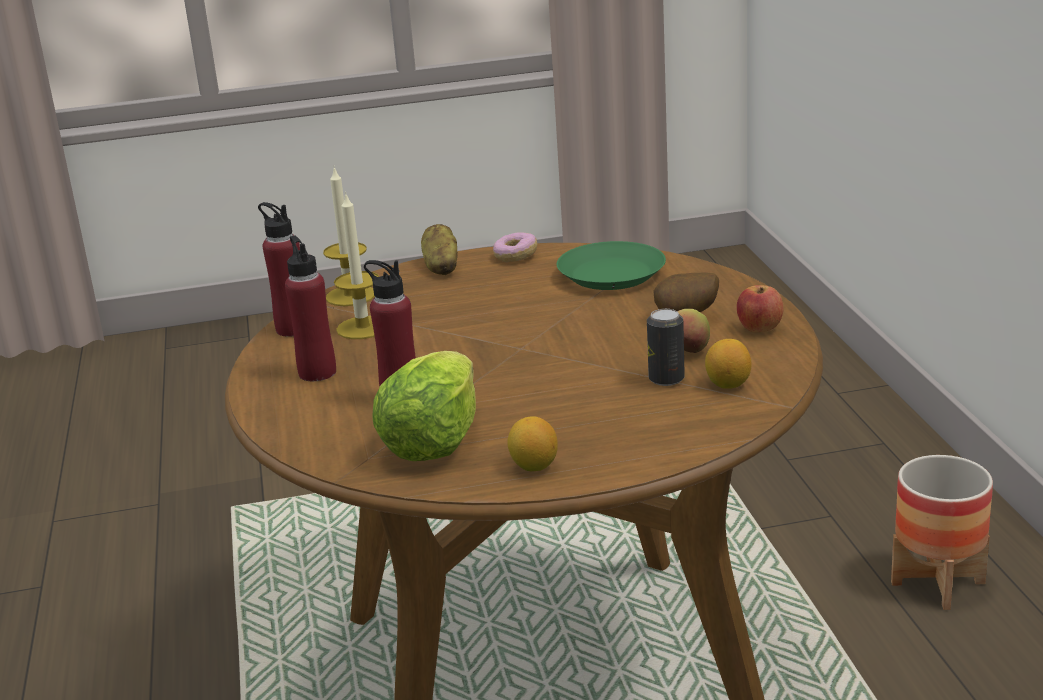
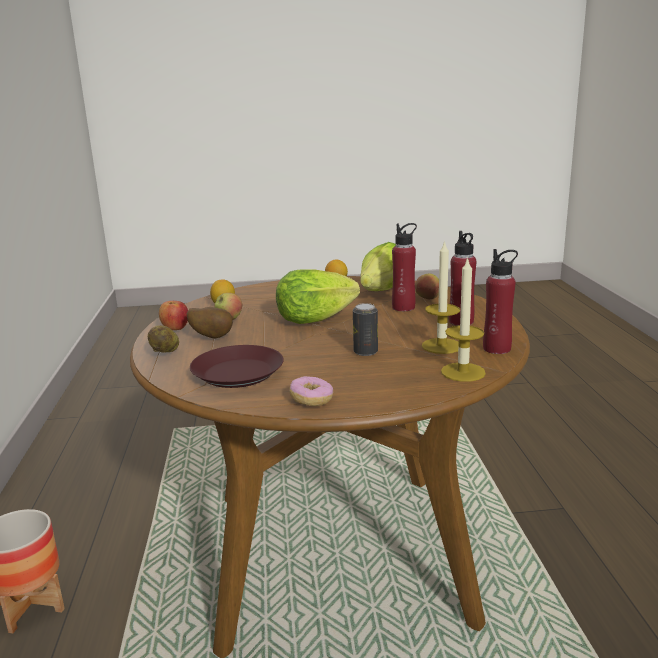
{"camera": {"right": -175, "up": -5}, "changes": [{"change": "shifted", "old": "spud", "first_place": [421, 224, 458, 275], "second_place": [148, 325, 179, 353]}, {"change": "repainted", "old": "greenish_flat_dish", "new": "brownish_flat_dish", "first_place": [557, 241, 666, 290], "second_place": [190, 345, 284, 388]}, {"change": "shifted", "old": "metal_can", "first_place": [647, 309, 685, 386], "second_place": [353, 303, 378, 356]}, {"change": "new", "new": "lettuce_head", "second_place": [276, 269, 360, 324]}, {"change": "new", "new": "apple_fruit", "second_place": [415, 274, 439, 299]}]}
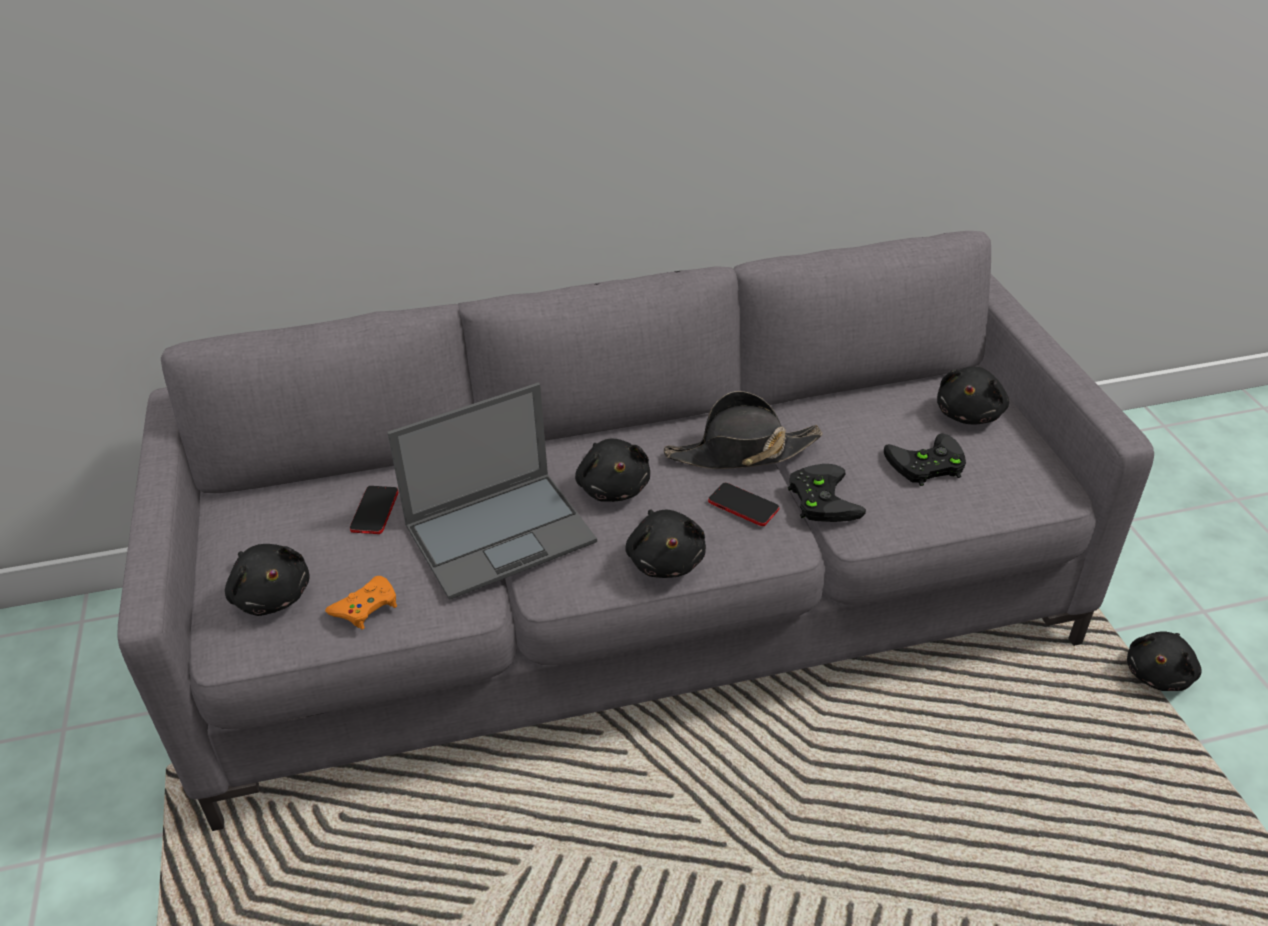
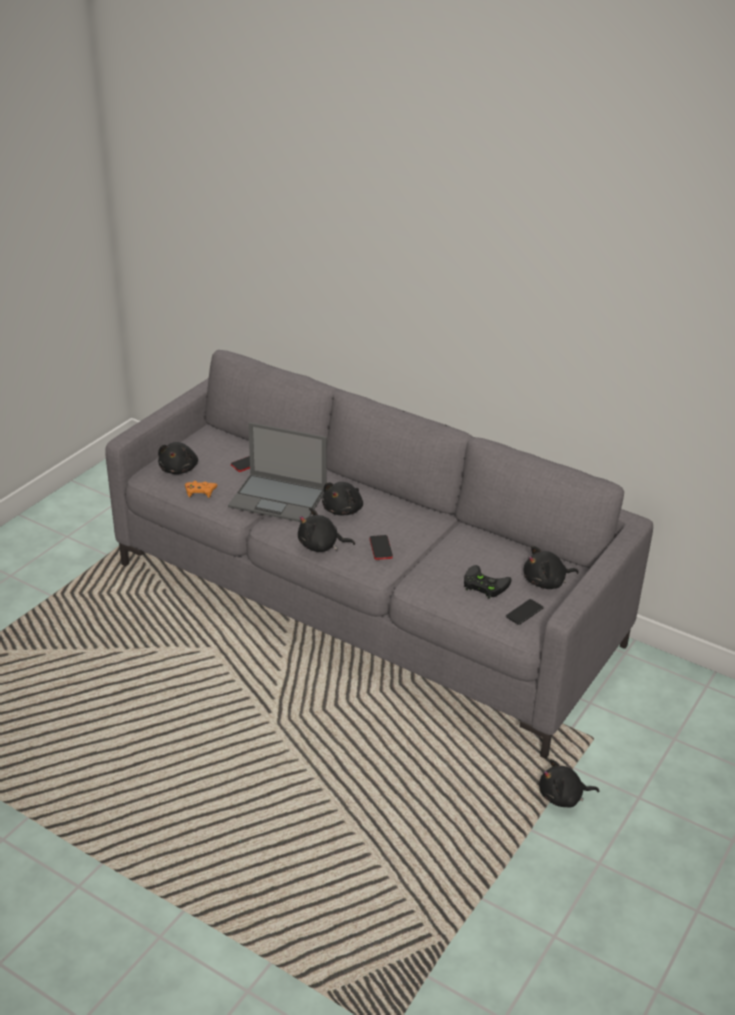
{"camera": {"right": 45, "up": -5}, "changes": [{"change": "rotated", "old": "blackish_soft_toy", "first_place": [625, 509, 706, 578], "second_place": [298, 508, 355, 552], "degrees": 60}, {"change": "gone", "old": "blackish_wearable_hat", "first_place": [664, 391, 823, 469]}, {"change": "gone", "old": "blackish_game_controller", "first_place": [788, 464, 866, 522]}, {"change": "new", "new": "handset", "second_place": [506, 599, 544, 625]}]}
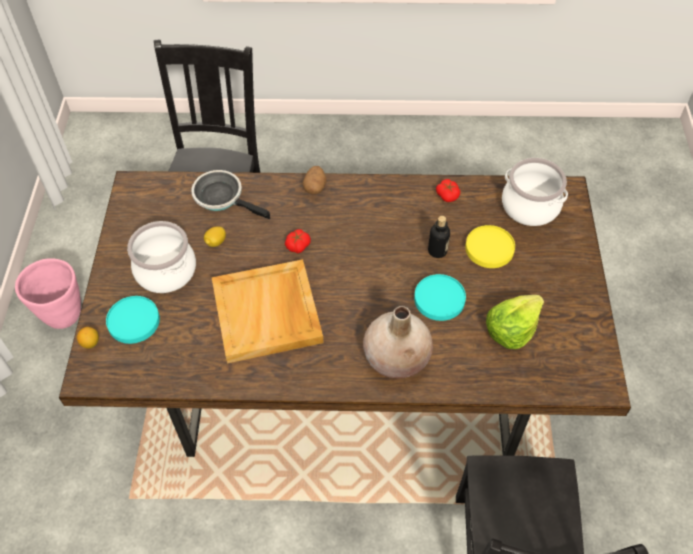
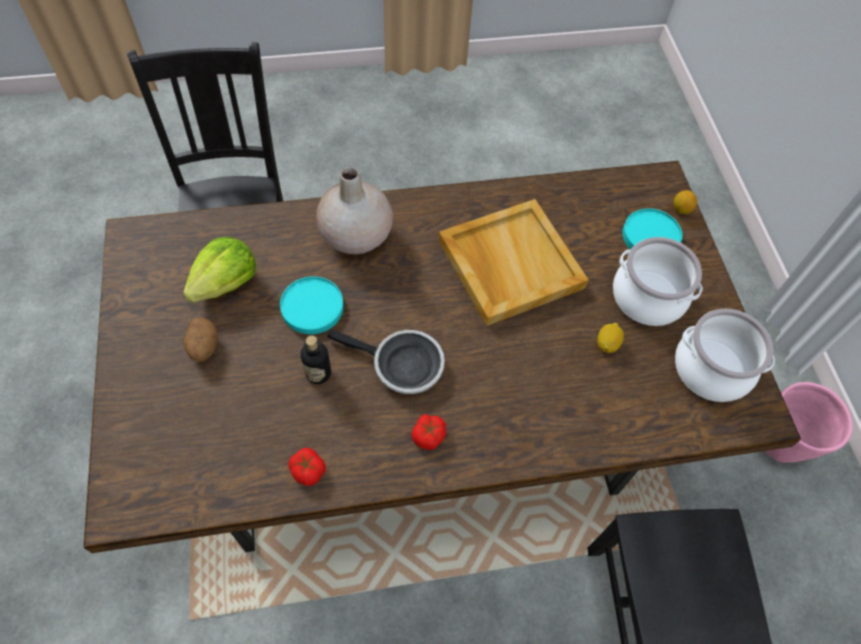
{"camera": {"right": 165, "up": 5}, "changes": [{"change": "shifted", "old": "skillet", "first_place": [191, 170, 270, 219], "second_place": [327, 330, 445, 394]}, {"change": "shifted", "old": "whole_tomato", "first_place": [285, 229, 311, 253], "second_place": [411, 414, 446, 450]}, {"change": "shifted", "old": "spud", "first_place": [303, 166, 327, 194], "second_place": [183, 317, 218, 362]}, {"change": "gone", "old": "yellow-coloured_flat_dish", "first_place": [465, 225, 515, 268]}, {"change": "shifted", "old": "saucepot", "first_place": [502, 158, 568, 226], "second_place": [675, 309, 775, 402]}]}
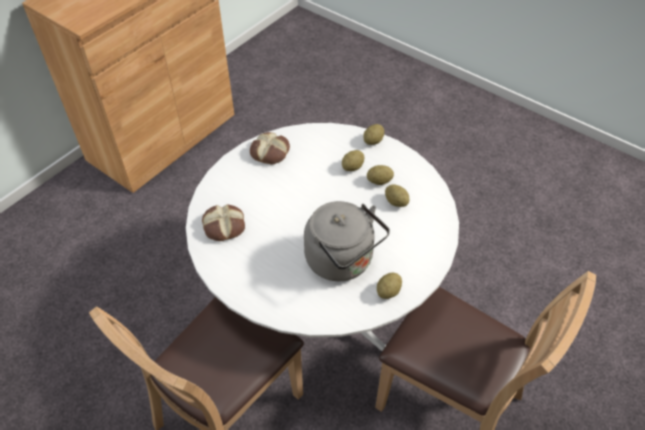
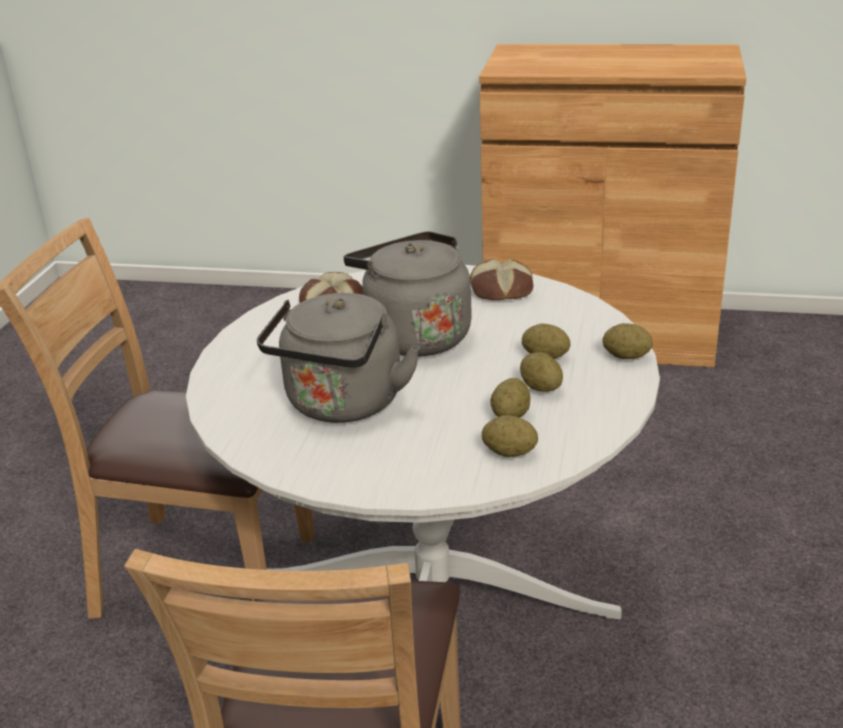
{"camera": {"right": 65, "up": -20}, "changes": [{"change": "shifted", "old": "spud", "first_place": [377, 273, 402, 299], "second_place": [482, 415, 538, 457]}, {"change": "new", "new": "grey_kettle", "second_place": [344, 231, 472, 357]}]}
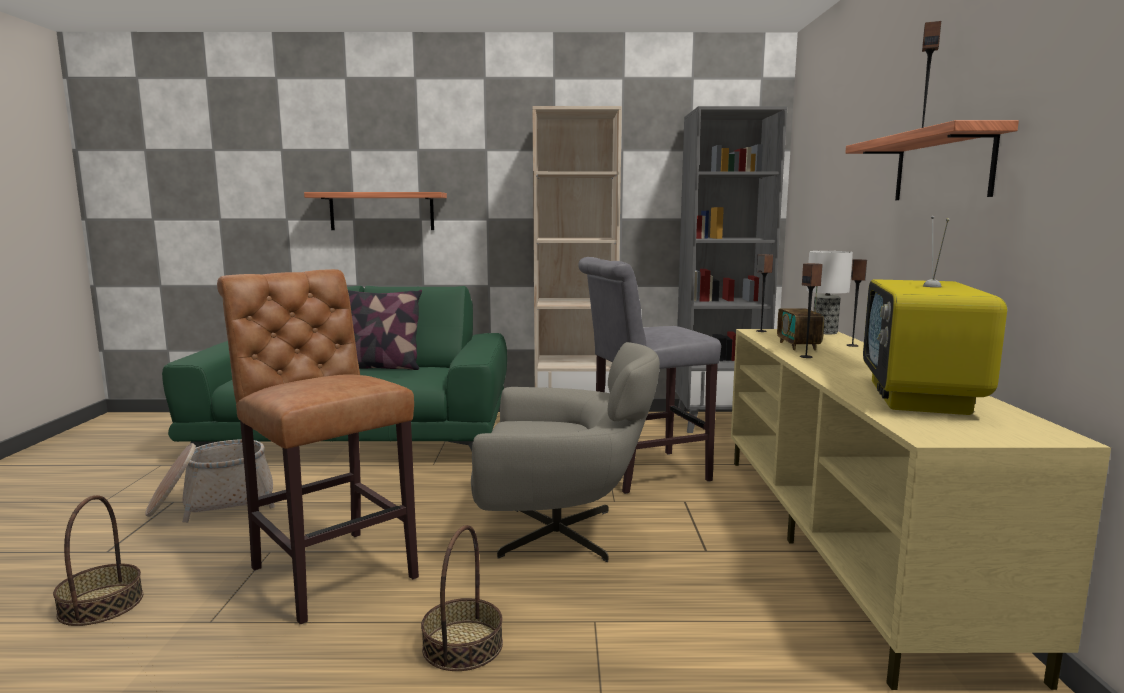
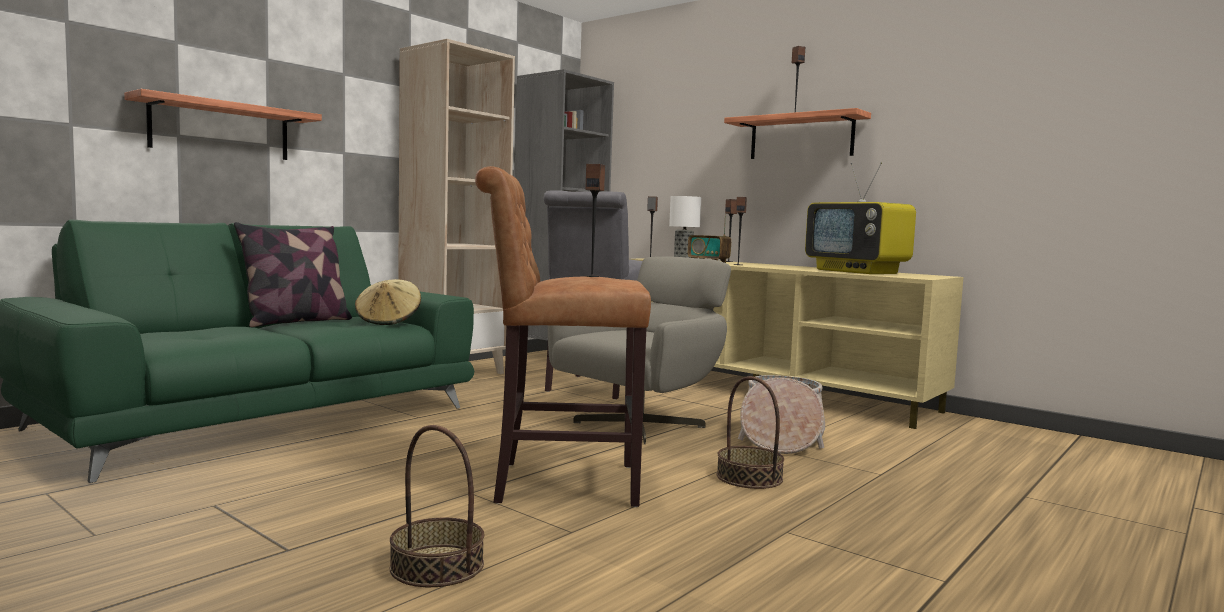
{"camera": {"right": -50, "up": -5}, "changes": [{"change": "shifted", "old": "storage_basket", "first_place": [145, 439, 275, 523], "second_place": [738, 375, 825, 454]}, {"change": "new", "new": "beige_wearable_hat", "second_place": [355, 279, 421, 325]}, {"change": "new", "new": "audio_speaker", "second_place": [585, 164, 605, 277]}]}
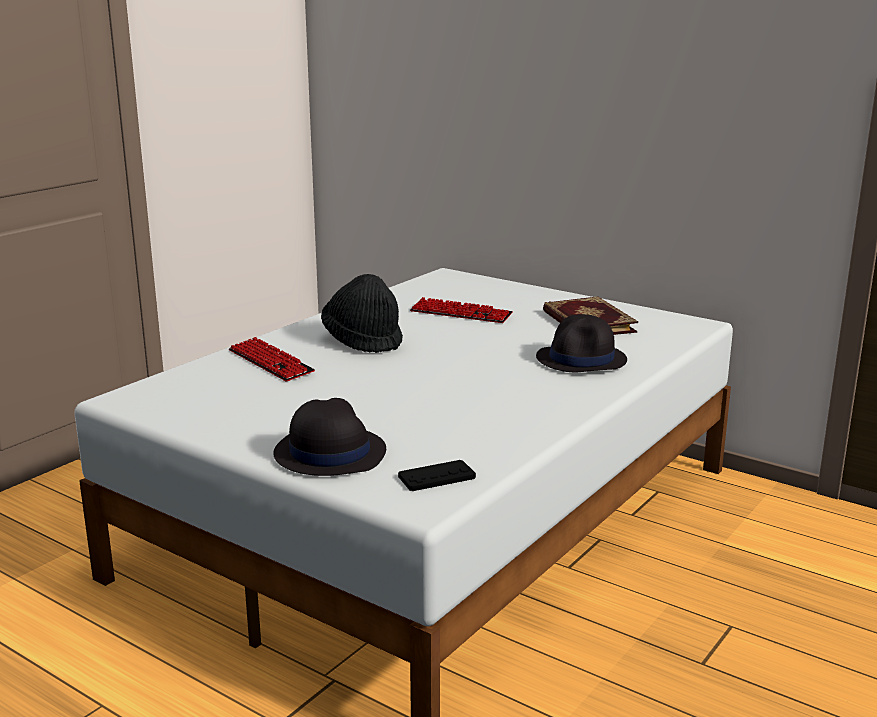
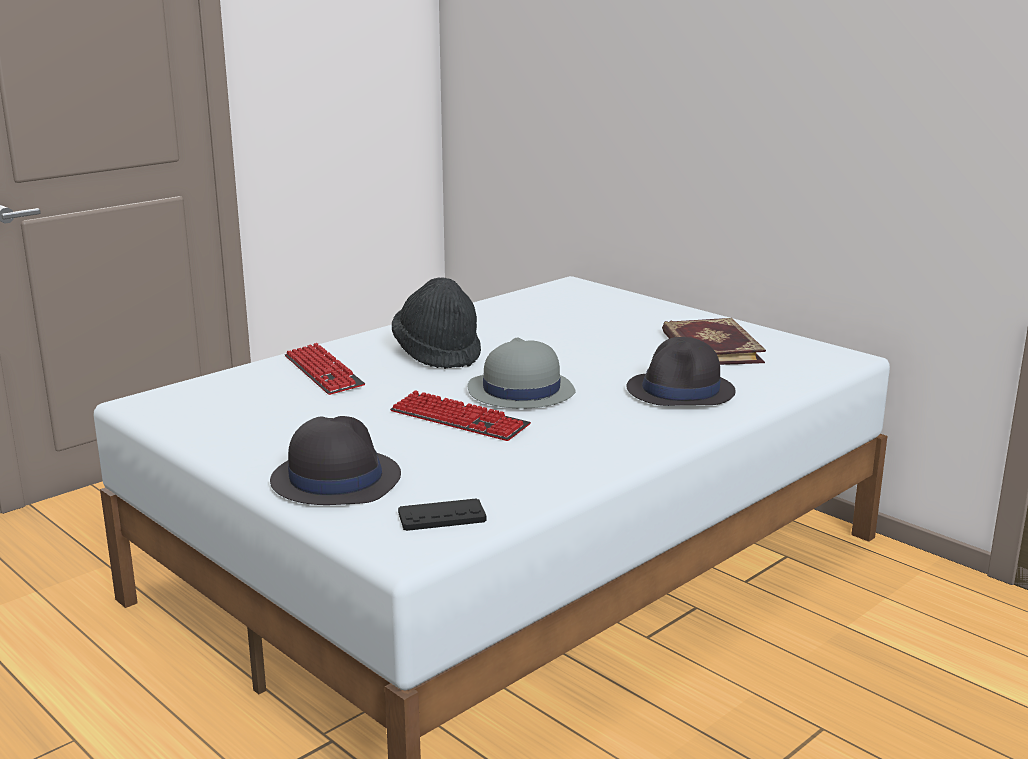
{"camera": {"right": 10, "up": 0}, "changes": [{"change": "shifted", "old": "keyboard", "first_place": [410, 297, 513, 323], "second_place": [390, 390, 531, 441]}, {"change": "new", "new": "grey_wearable_hat", "second_place": [468, 338, 576, 408]}]}
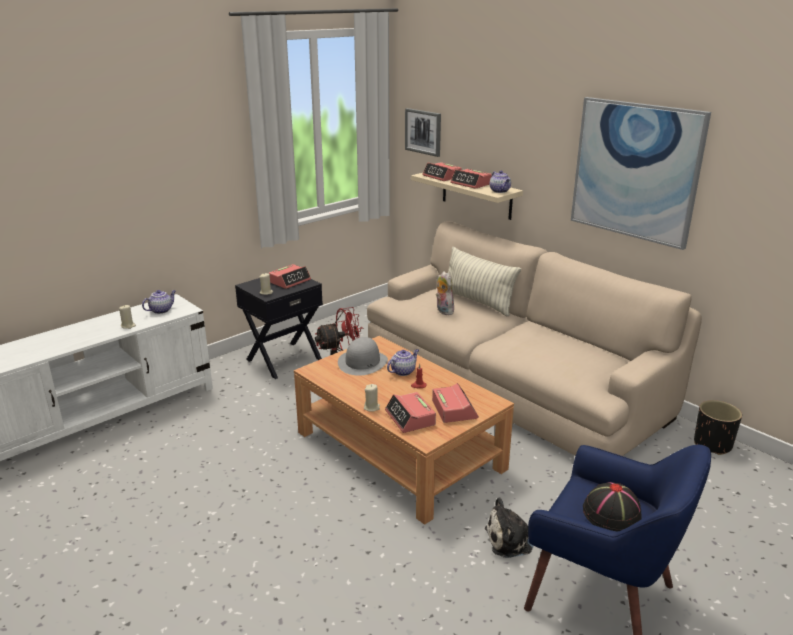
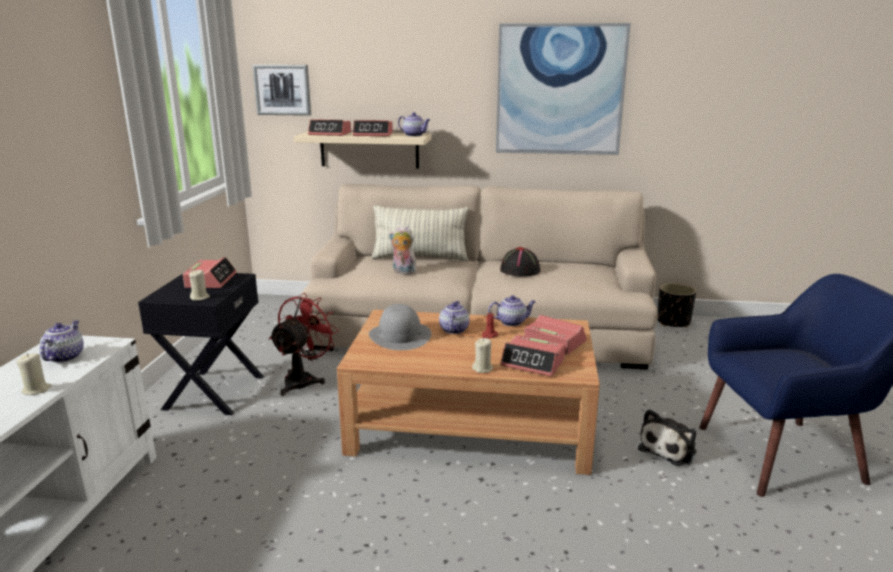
{"camera": {"right": -40, "up": -5}, "changes": [{"change": "shifted", "old": "blackish_wearable_hat", "first_place": [583, 482, 642, 531], "second_place": [500, 247, 540, 277]}, {"change": "new", "new": "tea_pot", "second_place": [488, 295, 536, 326]}]}
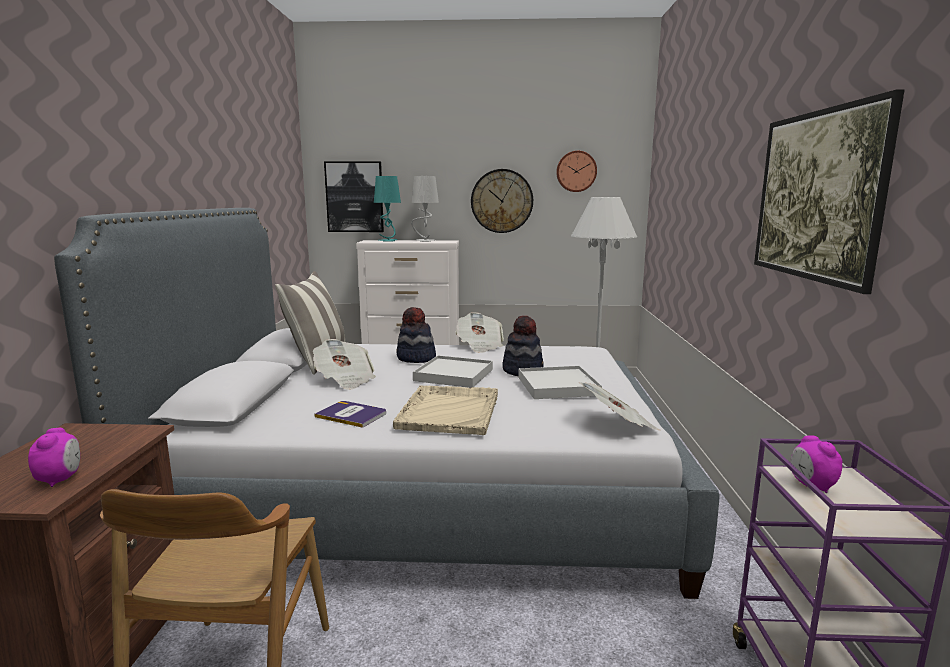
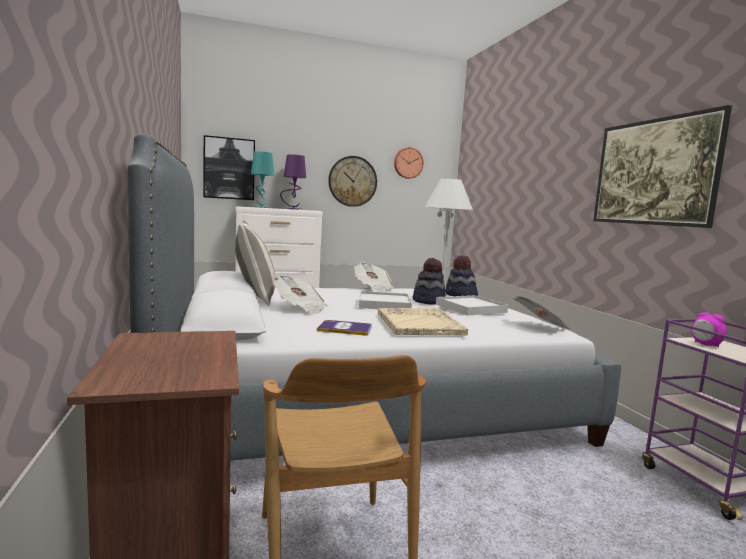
{"camera": {"right": -20, "up": -5}, "changes": [{"change": "gone", "old": "alarm_clock", "first_place": [28, 428, 80, 487]}, {"change": "shifted", "old": "wearable_hat", "first_place": [396, 307, 436, 363], "second_place": [445, 256, 478, 296]}, {"change": "repainted", "old": "grey_table_lamp", "new": "purple-coloured_table_lamp", "first_place": [411, 176, 439, 242], "second_place": [280, 154, 306, 210]}]}
